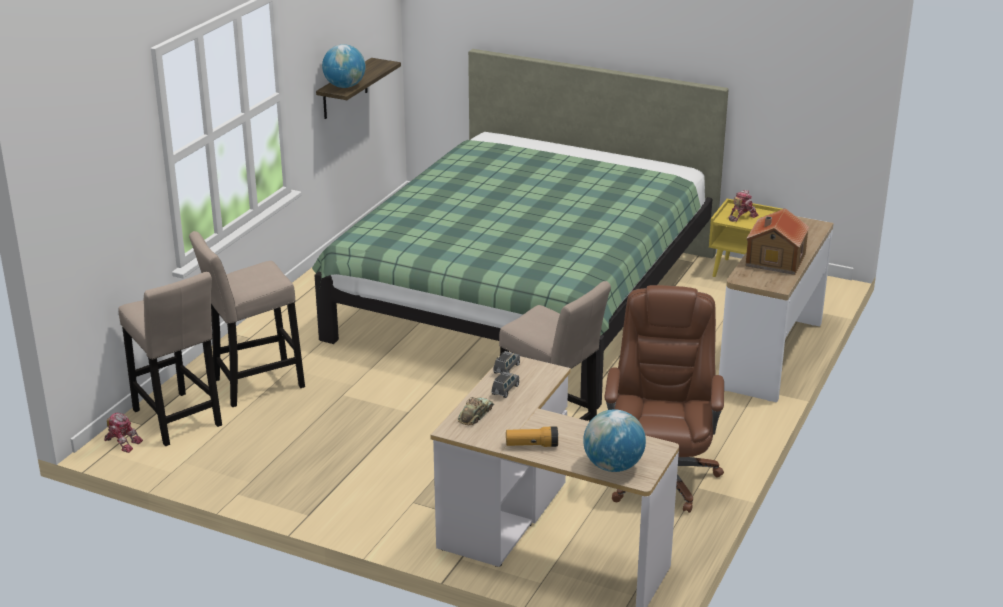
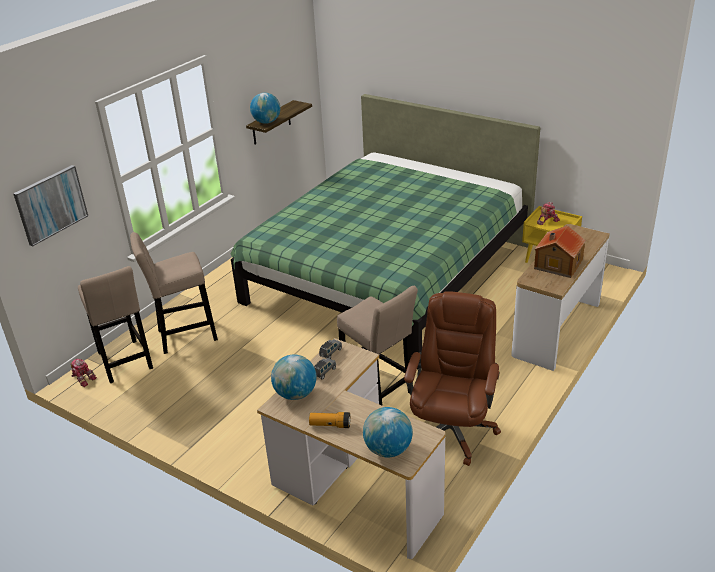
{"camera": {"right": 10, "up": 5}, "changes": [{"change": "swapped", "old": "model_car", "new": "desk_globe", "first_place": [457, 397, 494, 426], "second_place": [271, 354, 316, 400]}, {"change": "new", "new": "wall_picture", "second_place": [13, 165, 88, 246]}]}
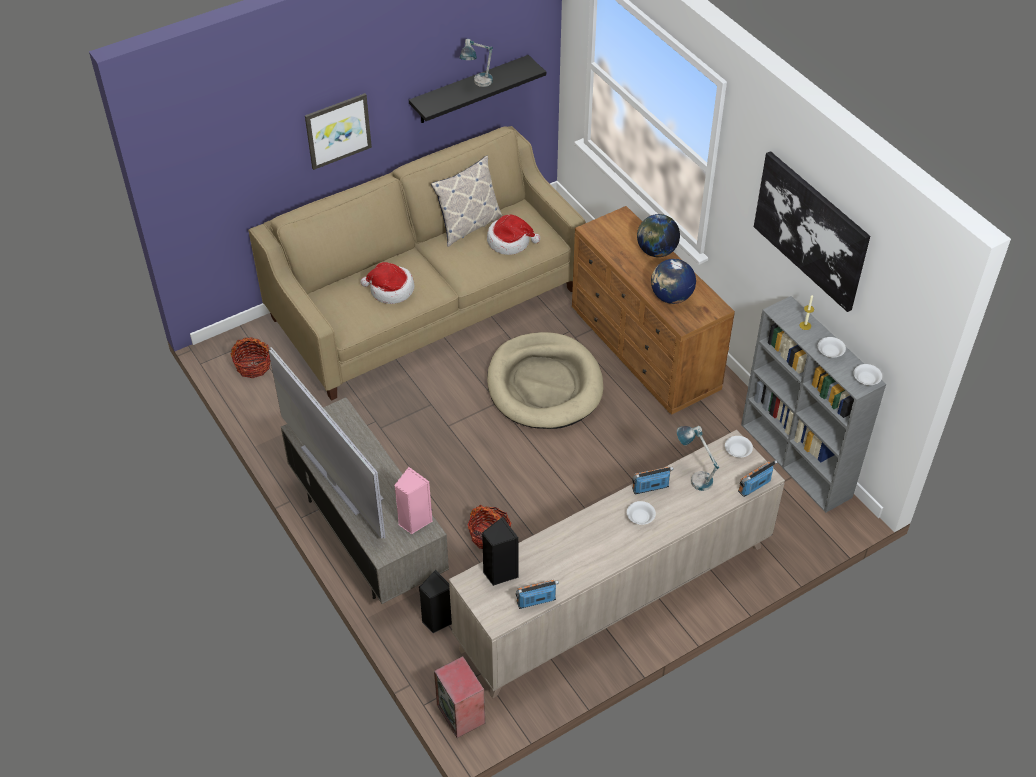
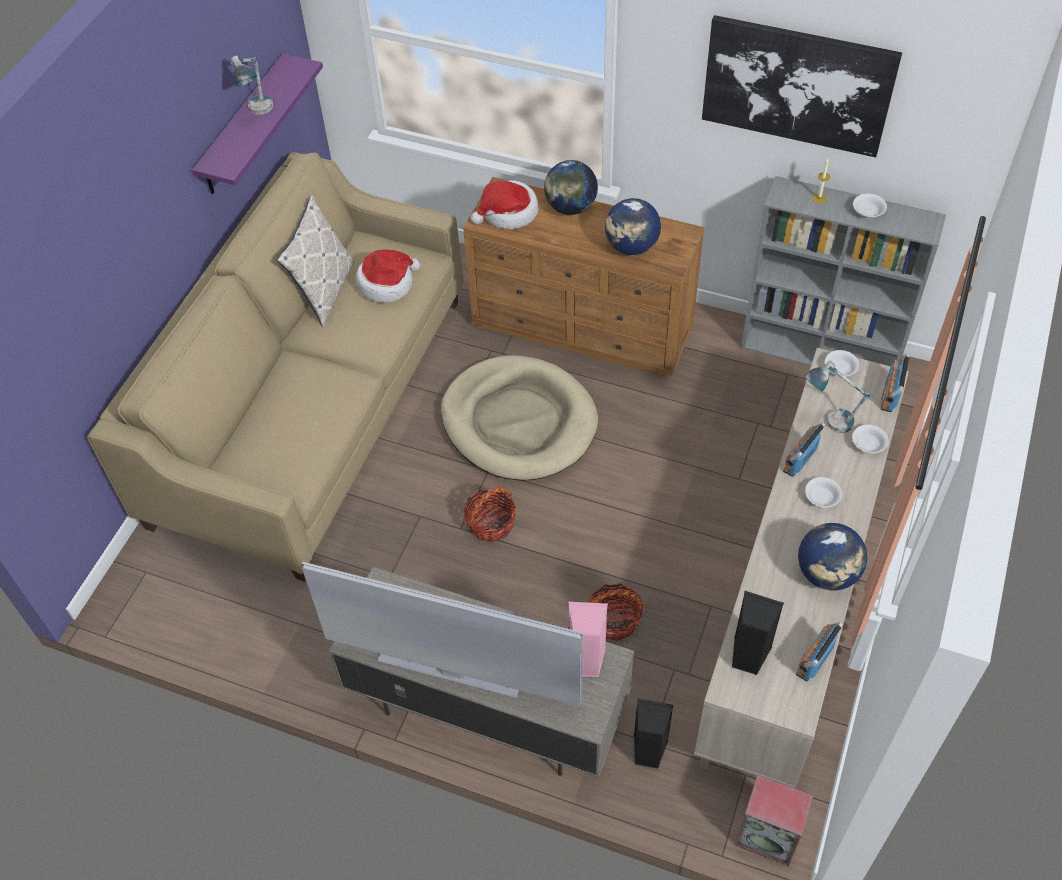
{"camera": {"right": -35, "up": 5}, "changes": [{"change": "shifted", "old": "storage_basket", "first_place": [230, 337, 270, 378], "second_place": [463, 486, 517, 542]}, {"change": "gone", "old": "wall_picture", "first_place": [305, 93, 372, 170]}, {"change": "shifted", "old": "wearable_hat", "first_place": [360, 262, 415, 304], "second_place": [471, 181, 538, 229]}, {"change": "repainted", "old": "blackish_bracket_shelf", "new": "purple-coloured_bracket_shelf", "first_place": [409, 55, 546, 123], "second_place": [192, 54, 323, 194]}, {"change": "shifted", "old": "white_deep_dish", "first_place": [854, 364, 882, 385], "second_place": [852, 424, 888, 453]}, {"change": "new", "new": "desk_globe", "second_place": [798, 523, 867, 590]}]}
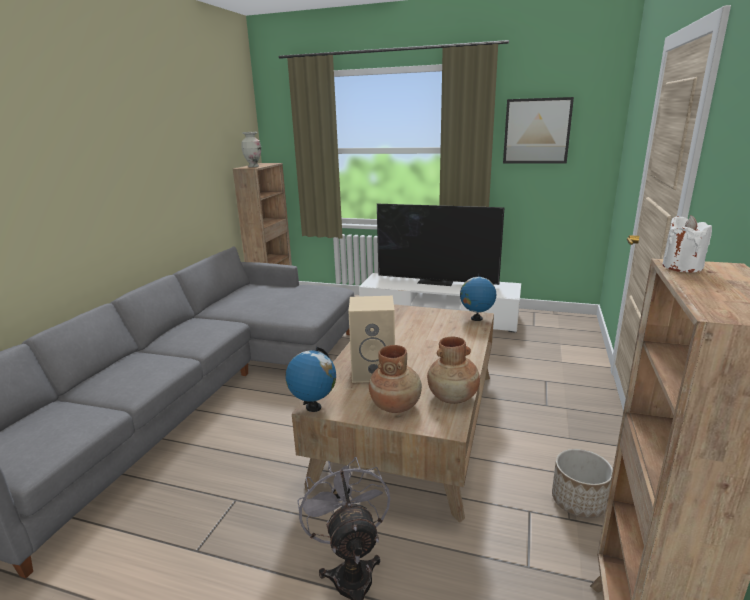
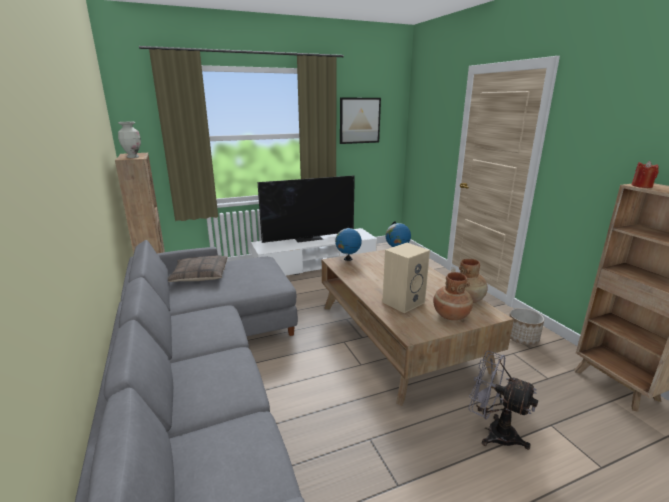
{"camera": {"right": -40, "up": 0}, "changes": [{"change": "shifted", "old": "desk_globe", "first_place": [285, 347, 336, 412], "second_place": [335, 226, 362, 261]}, {"change": "repainted", "old": "white_wax_light", "new": "red_wax_light", "first_place": [662, 215, 712, 273], "second_place": [632, 161, 659, 188]}, {"change": "new", "new": "cushion", "second_place": [167, 255, 228, 282]}]}
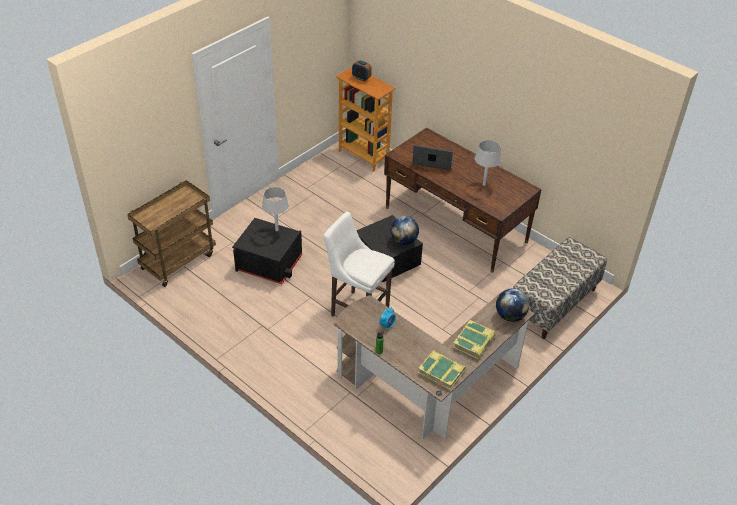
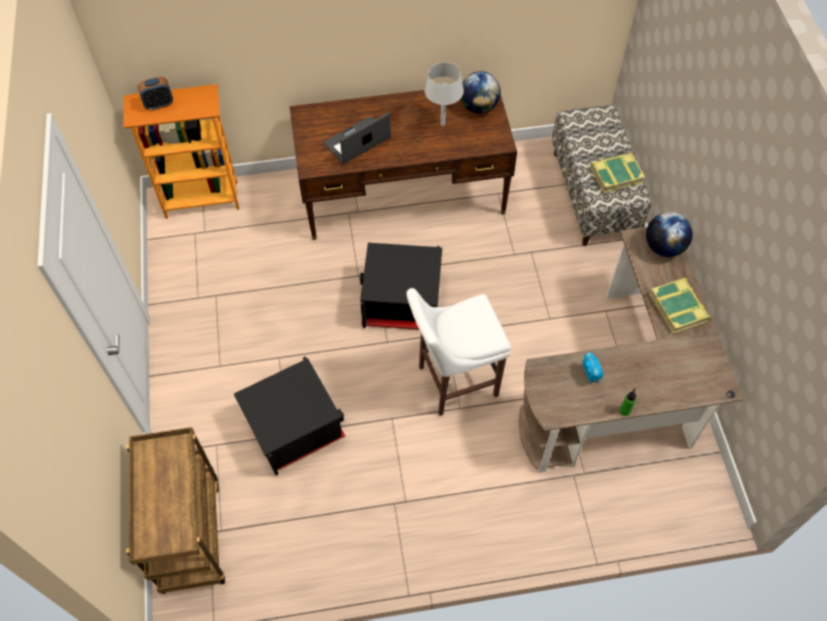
{"camera": {"right": -50, "up": 15}, "changes": [{"change": "gone", "old": "grey_table_lamp", "first_place": [262, 187, 289, 231]}, {"change": "shifted", "old": "desk_globe", "first_place": [390, 216, 419, 245], "second_place": [461, 71, 501, 113]}, {"change": "shifted", "old": "bound_book", "first_place": [418, 350, 466, 390], "second_place": [590, 152, 645, 193]}]}
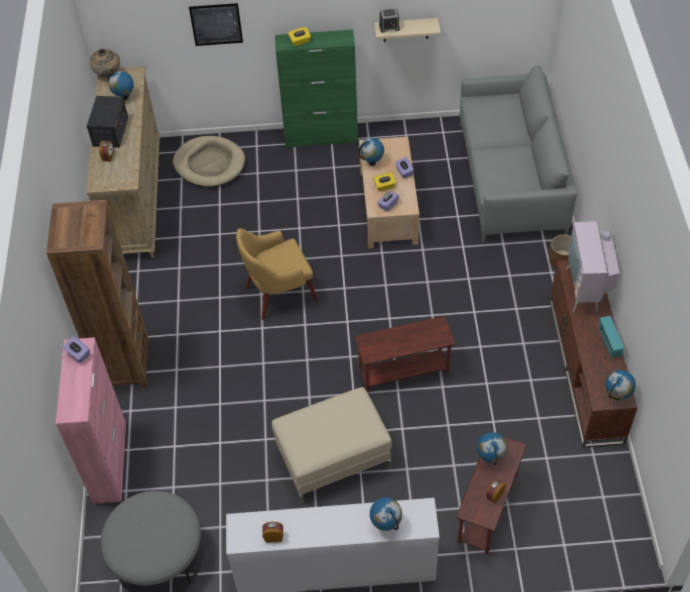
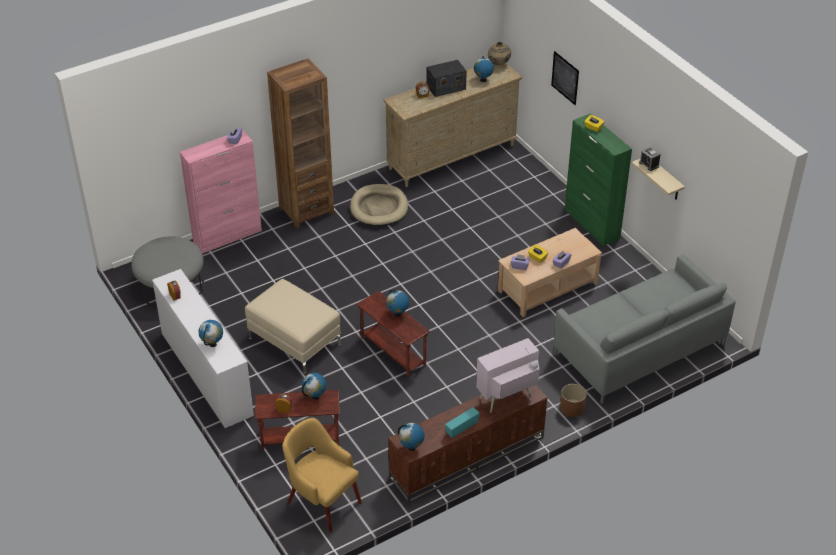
{"camera": {"right": 60, "up": -10}, "changes": [{"change": "shifted", "old": "beige_pet_bed", "first_place": [173, 136, 245, 187], "second_place": [350, 184, 408, 226]}, {"change": "shifted", "old": "yellow-coloured_lounge_chair", "first_place": [236, 228, 318, 320], "second_place": [283, 418, 362, 533]}, {"change": "shifted", "old": "desk_globe", "first_place": [358, 138, 384, 166], "second_place": [386, 290, 409, 317]}]}
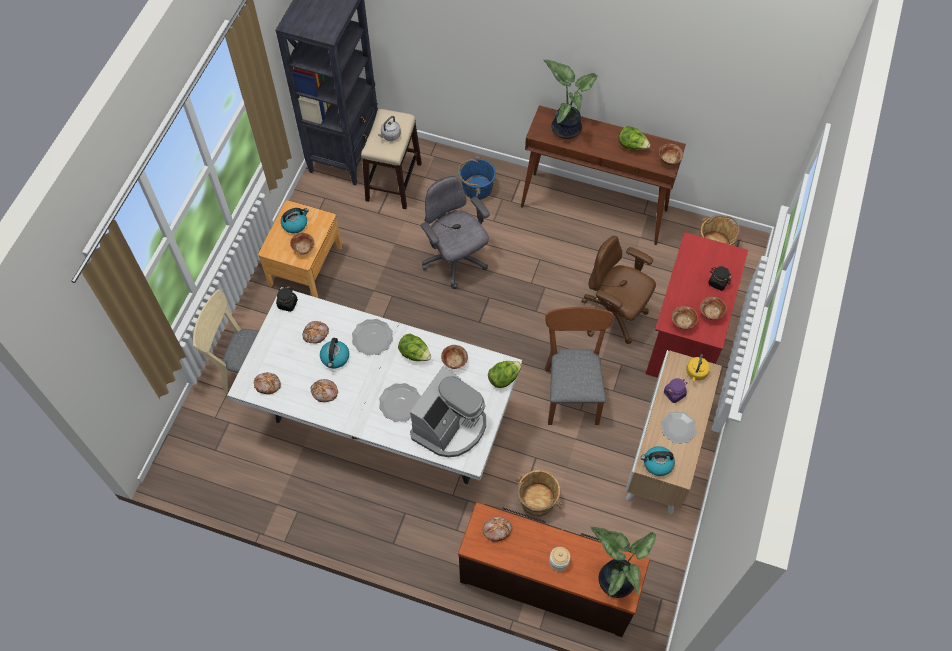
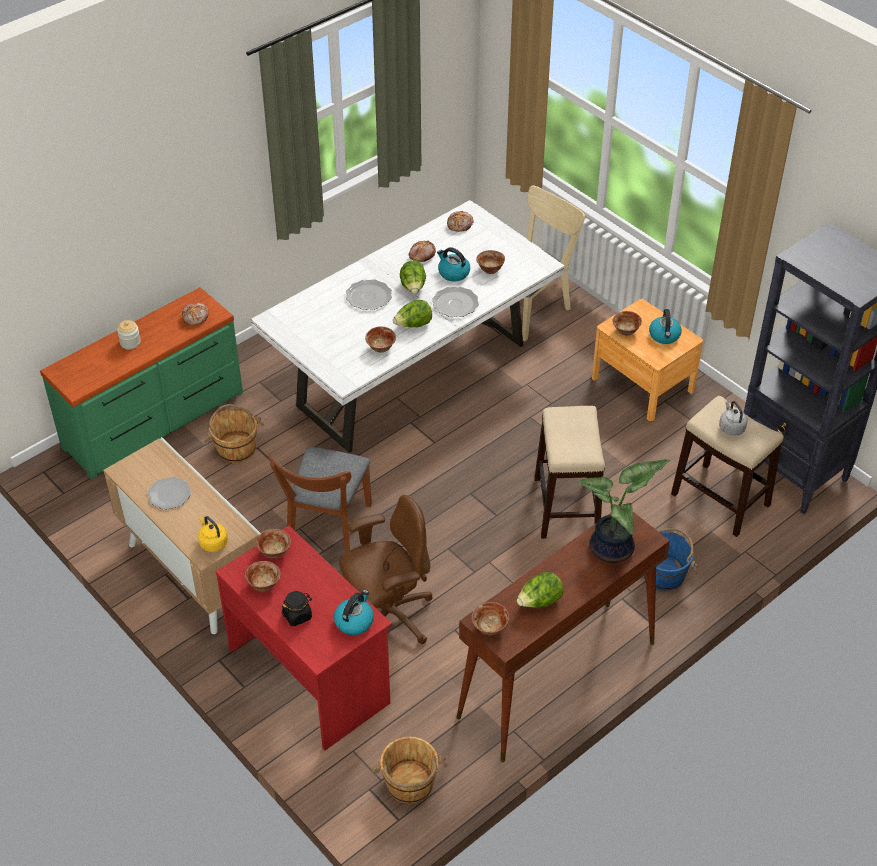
{"camera": {"right": 120, "up": -15}, "changes": [{"change": "gone", "old": "blackish_storage_jar", "first_place": [276, 286, 298, 312]}, {"change": "swapped", "old": "bread", "new": "deep_dish", "first_place": [303, 321, 329, 344], "second_place": [476, 250, 505, 274]}, {"change": "gone", "old": "coffee_machine", "first_place": [410, 367, 486, 457]}, {"change": "swapped", "old": "grey_desk_chair", "new": "stool_seat", "first_place": [421, 176, 490, 289], "second_place": [535, 406, 605, 539]}, {"change": "repainted", "old": "brownish_chest_of_drawers", "new": "greenish_chest_of_drawers", "first_place": [458, 502, 650, 637], "second_place": [40, 287, 243, 479]}, {"change": "shifted", "old": "lettuce_head", "first_place": [488, 361, 522, 388], "second_place": [400, 260, 426, 294]}, {"change": "rotated", "old": "brownish_upright_chair", "first_place": [545, 307, 614, 425], "second_place": [268, 447, 372, 553], "degrees": 75}, {"change": "gone", "old": "houseplant", "first_place": [590, 527, 656, 598]}, {"change": "shifted", "old": "kettle", "first_place": [641, 446, 675, 476], "second_place": [334, 590, 374, 635]}, {"change": "gone", "old": "purple-coloured_storage_jar", "first_place": [664, 378, 687, 403]}]}
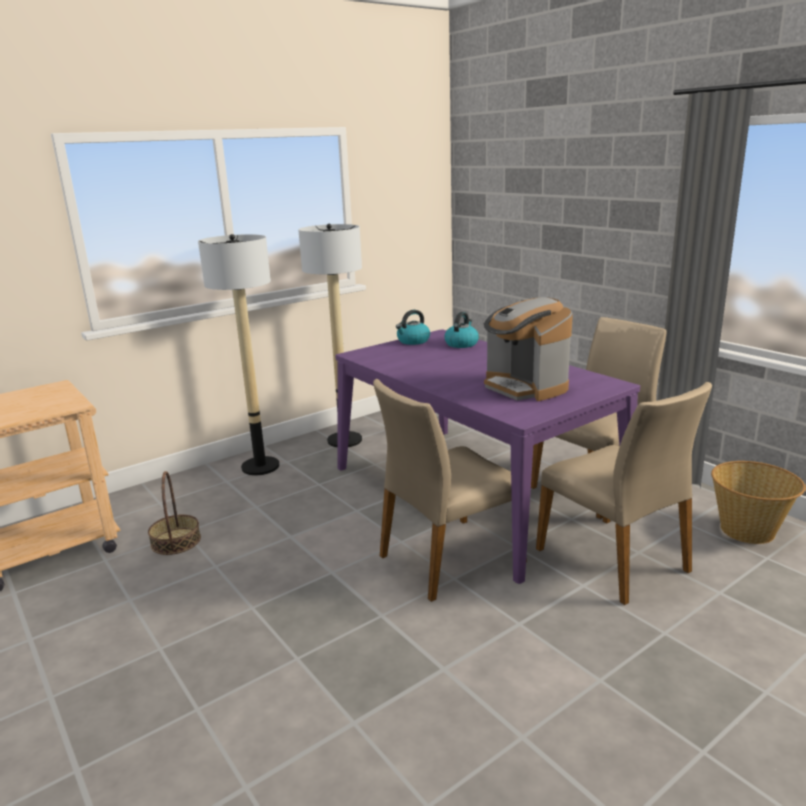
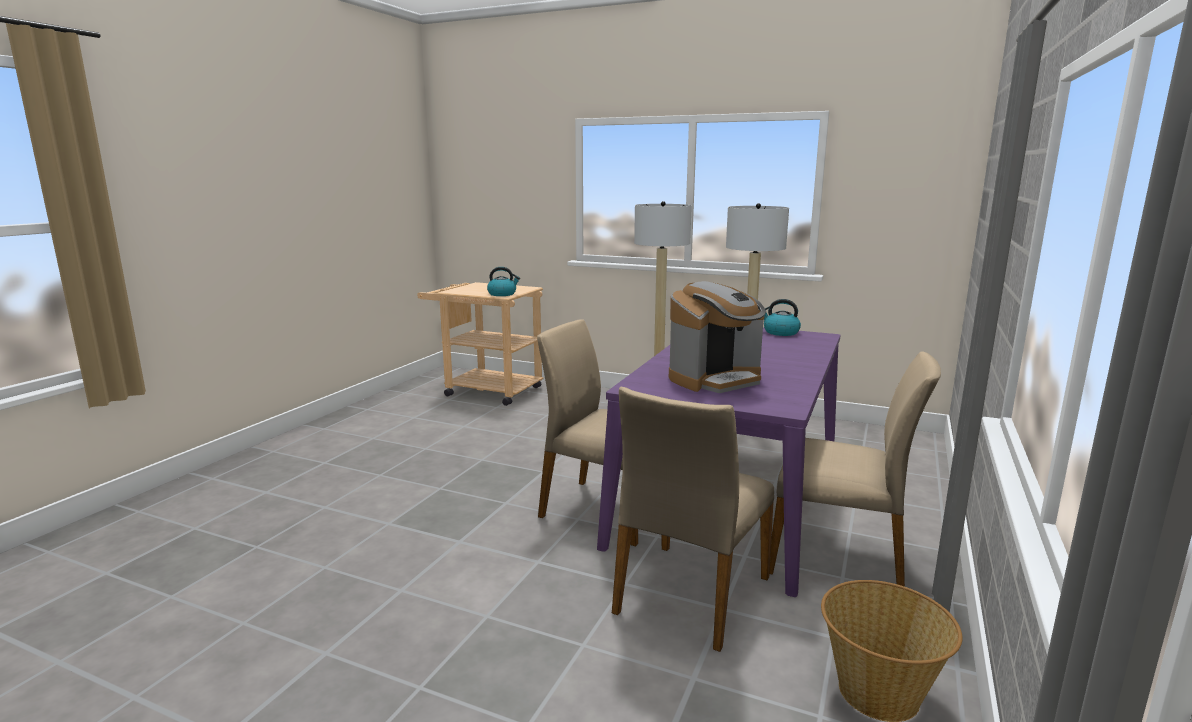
{"camera": {"right": 60, "up": -5}, "changes": [{"change": "gone", "old": "storage_basket", "first_place": [148, 471, 201, 555]}, {"change": "shifted", "old": "kettle", "first_place": [444, 312, 479, 348], "second_place": [487, 267, 520, 296]}, {"change": "rotated", "old": "coffee_machine", "first_place": [484, 297, 573, 401], "second_place": [669, 281, 766, 393], "degrees": -150}]}
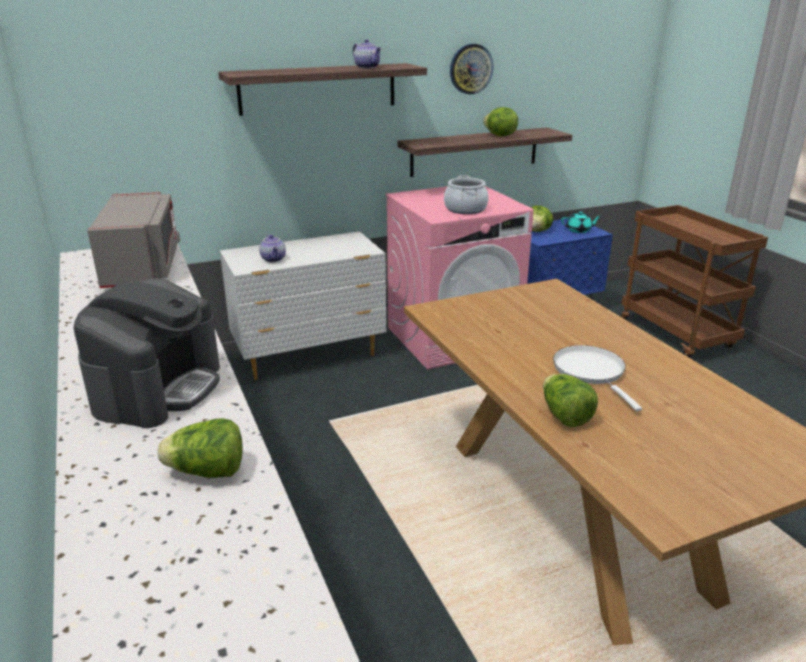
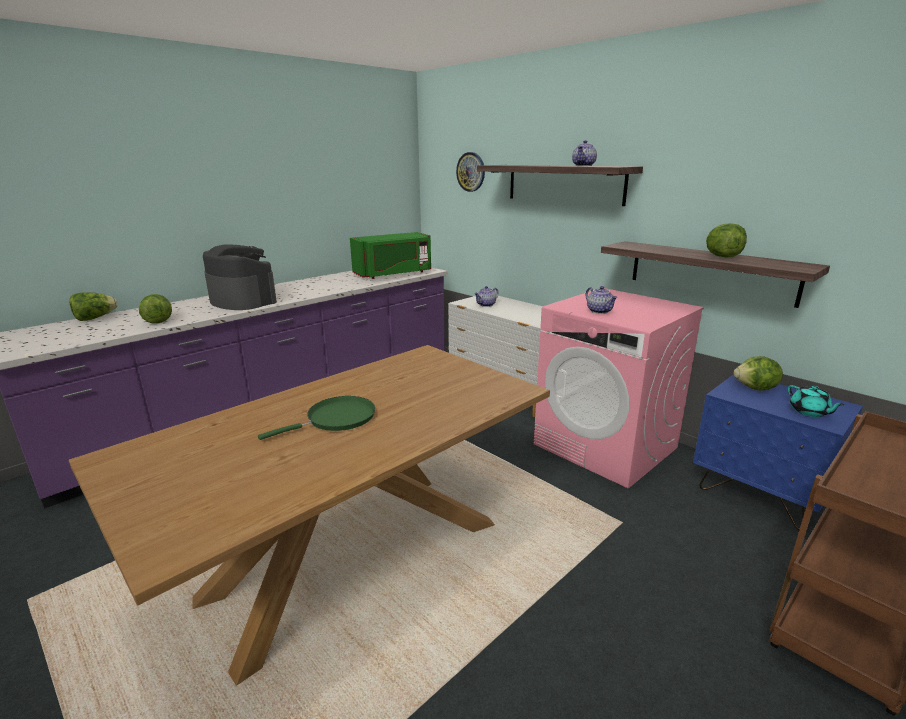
{"camera": {"right": 70, "up": -5}, "changes": [{"change": "rotated", "old": "coffee_machine", "first_place": [74, 279, 220, 428], "second_place": [203, 245, 277, 310], "degrees": -135}, {"change": "repainted", "old": "grey_microwave_oven", "new": "greenish_microwave_oven", "first_place": [87, 192, 180, 288], "second_place": [350, 232, 431, 279]}, {"change": "swapped", "old": "saucepot", "new": "tea_pot", "first_place": [444, 175, 489, 214], "second_place": [586, 286, 618, 314]}, {"change": "shifted", "old": "clock_on_the_wall", "first_place": [450, 44, 493, 95], "second_place": [456, 152, 485, 192]}, {"change": "shifted", "old": "lettuce_head", "first_place": [543, 374, 598, 427], "second_place": [70, 292, 117, 321]}, {"change": "repainted", "old": "white_skillet", "new": "greenish_skillet", "first_place": [553, 345, 642, 411], "second_place": [258, 396, 375, 440]}]}
